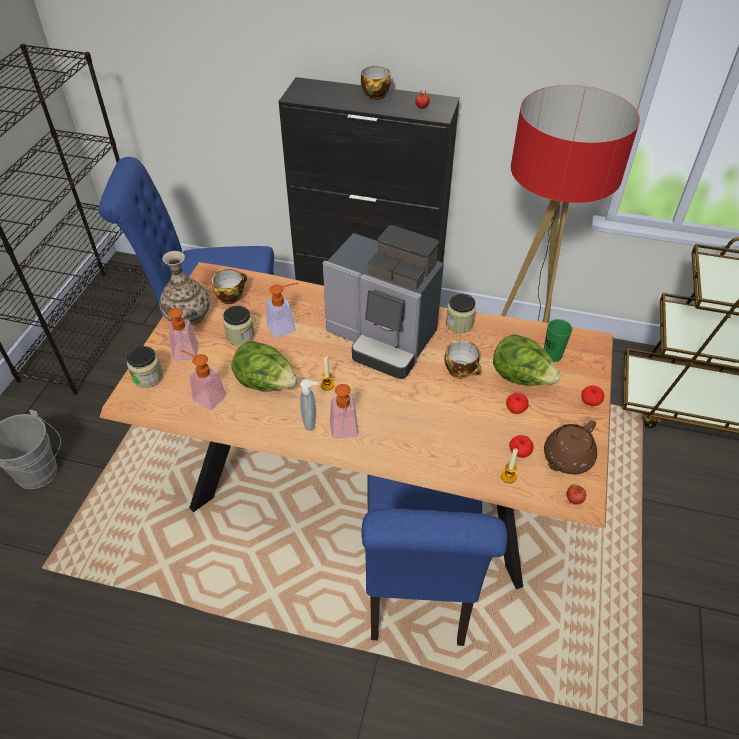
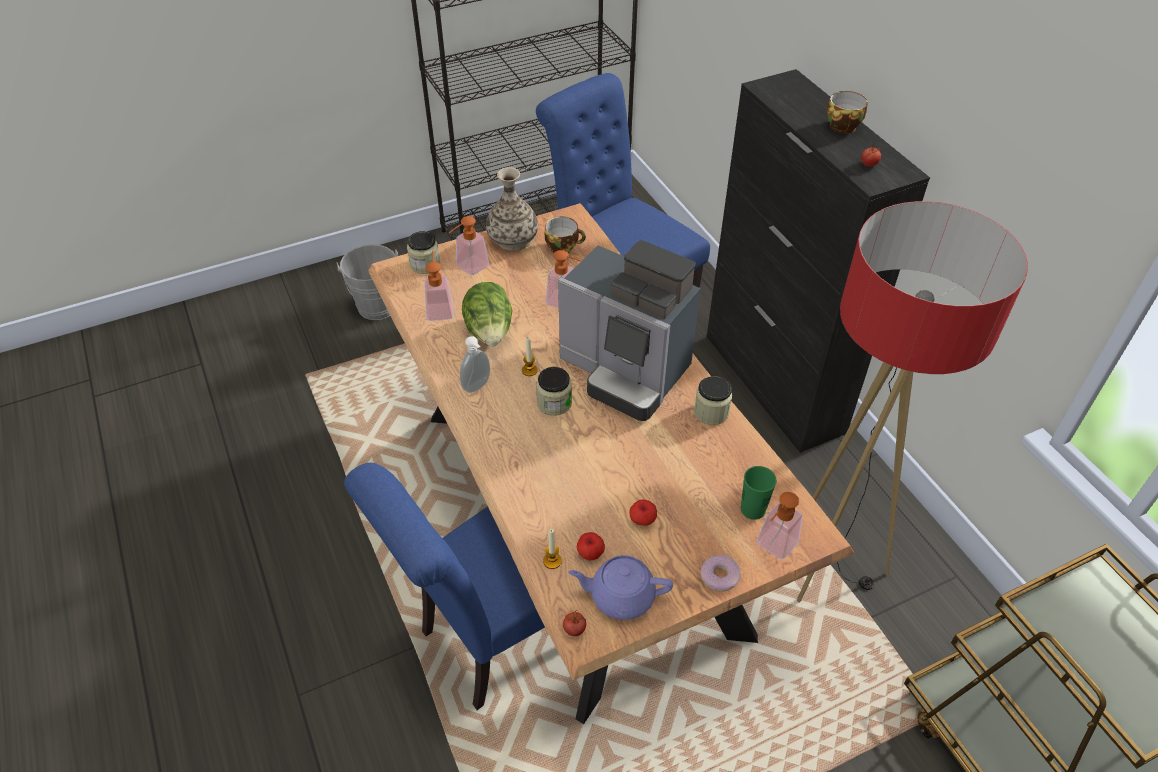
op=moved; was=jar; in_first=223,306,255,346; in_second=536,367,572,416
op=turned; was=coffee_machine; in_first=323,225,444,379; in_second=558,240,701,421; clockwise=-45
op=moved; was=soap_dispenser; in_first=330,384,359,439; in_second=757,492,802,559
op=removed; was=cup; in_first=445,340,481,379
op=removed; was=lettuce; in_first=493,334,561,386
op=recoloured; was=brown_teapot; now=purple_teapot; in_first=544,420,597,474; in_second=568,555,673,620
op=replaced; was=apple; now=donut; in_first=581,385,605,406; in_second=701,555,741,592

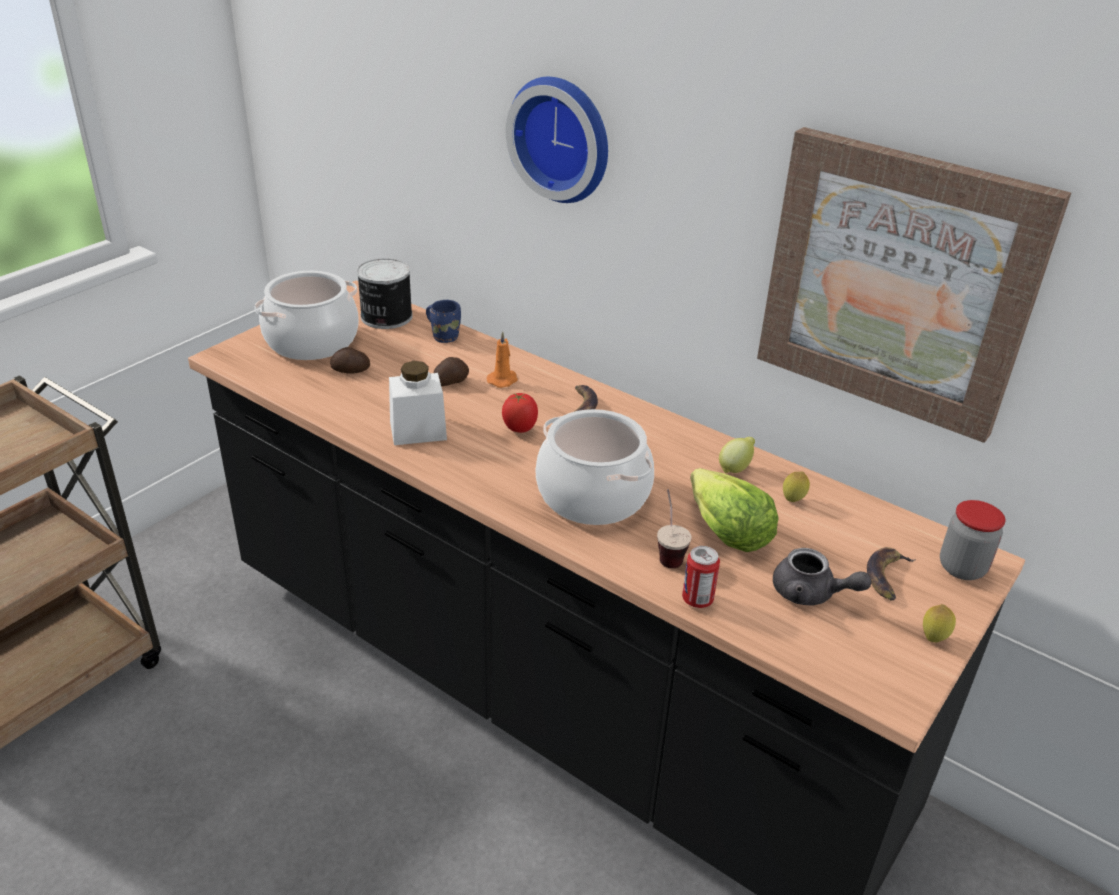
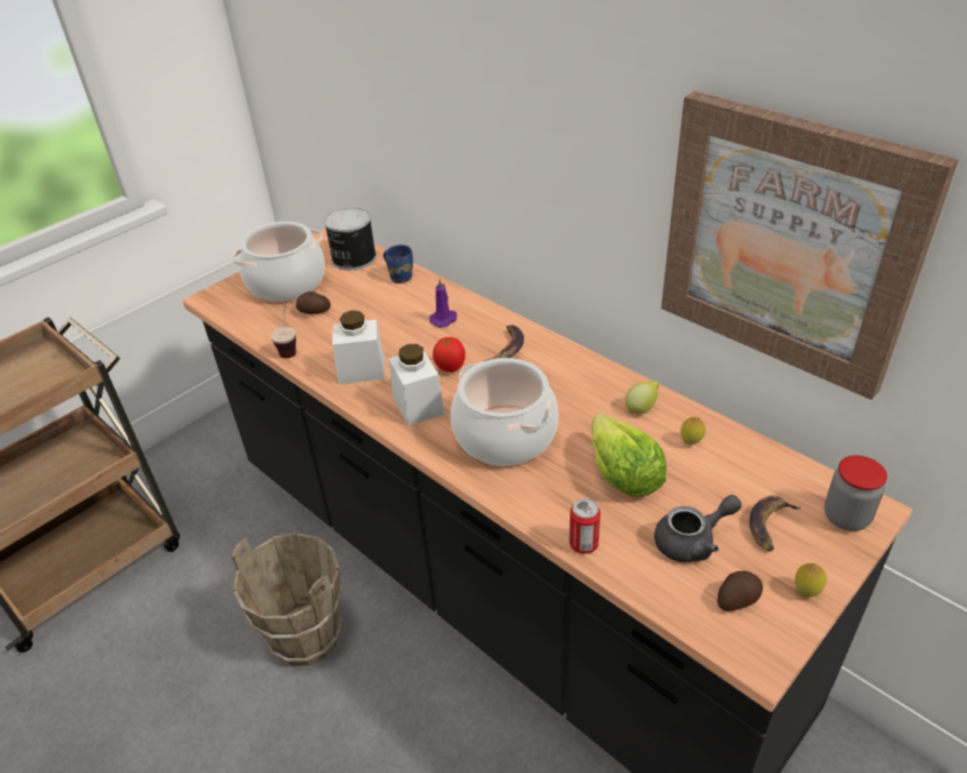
op=moved; was=potato; in_first=434,357,469,386; in_second=717,571,763,611
op=recoloured; was=orange_candle; now=purple_candle; in_first=486,331,518,388; in_second=429,278,457,327
op=removed; was=wall_clock; in_first=506,77,608,203
op=moved; was=cup; in_first=657,489,692,568; in_second=270,301,296,358
op=turned; was=grey_teapot; in_first=773,548,871,606; in_second=654,495,742,562; clockwise=-60
op=added; now=brown_bucket; in_second=232,532,343,666
op=added; now=white_jar; in_second=389,344,445,426

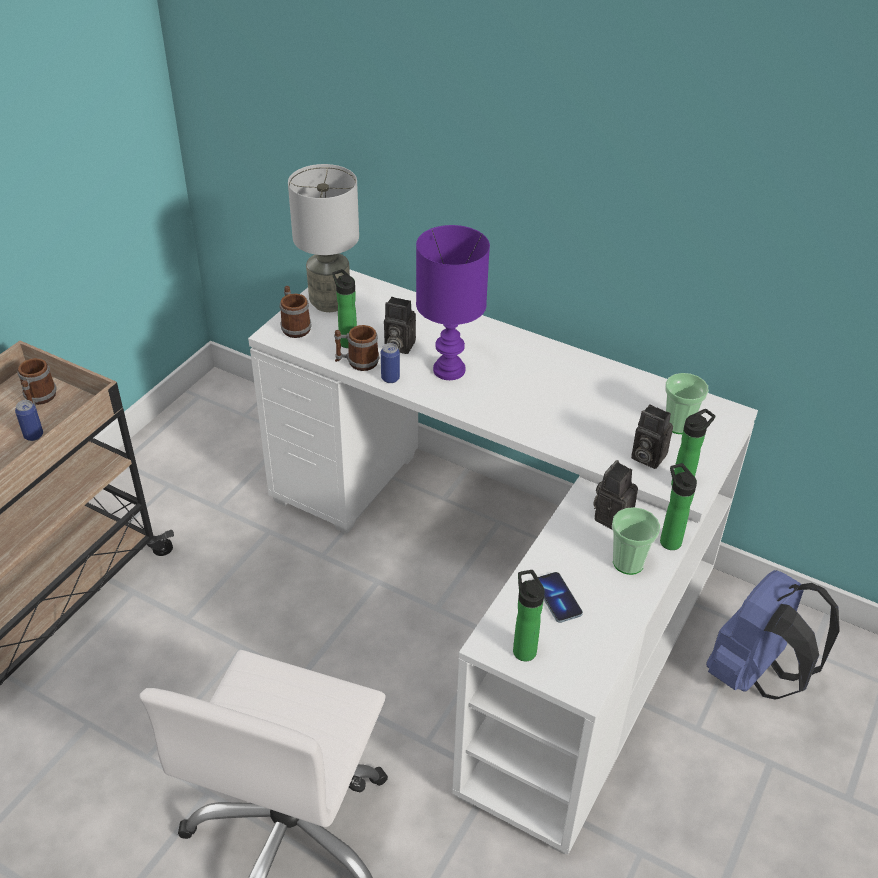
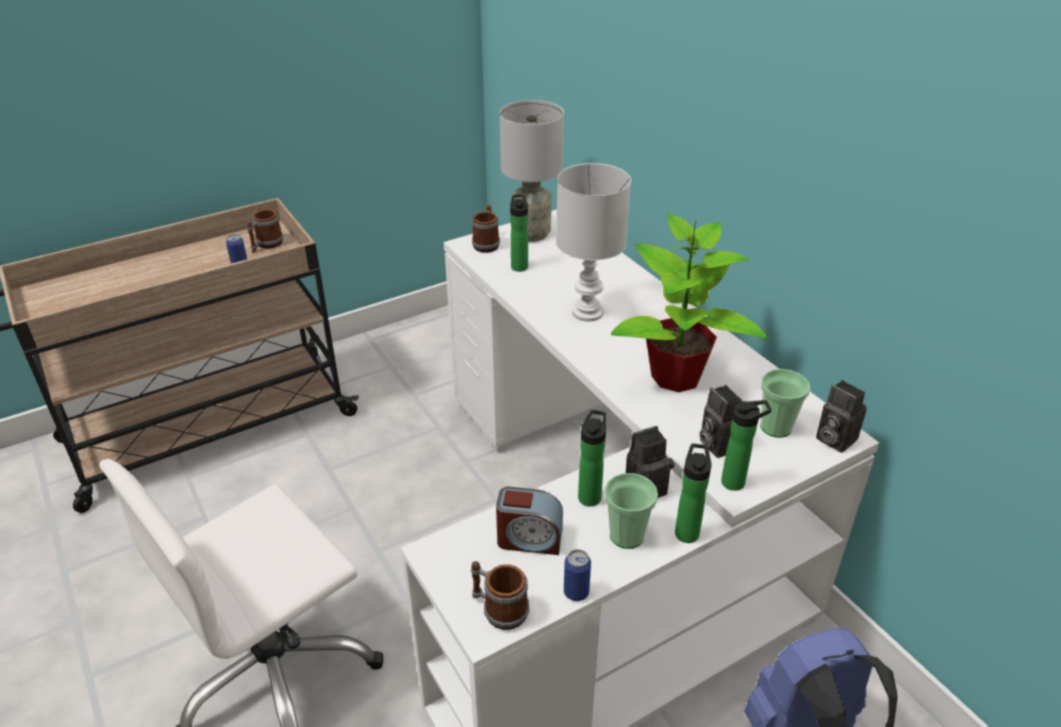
op=moved; was=mug; in_first=334,325,380,371; in_second=471,561,529,630
op=moved; was=can; in_first=381,343,400,383; in_second=564,549,591,601
op=moved; was=photo_camera; in_first=384,297,416,354; in_second=816,380,867,453
op=recoloured; was=purple_table_lamp; now=white_table_lamp; in_first=416,225,490,380; in_second=556,163,631,322
op=moved; was=bottle; in_first=513,570,545,661; in_second=578,410,606,506
op=replaced; was=phone; now=alarm_clock; in_first=538,572,583,623; in_second=496,487,563,555
op=added; now=potted_plant; in_second=611,214,768,392

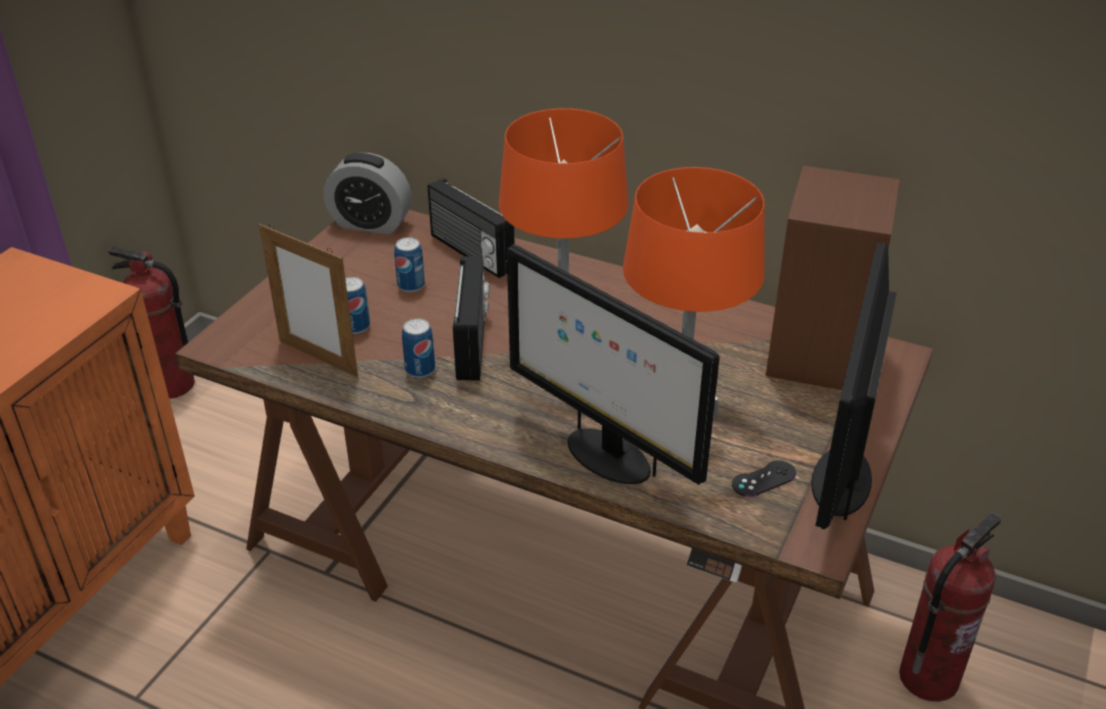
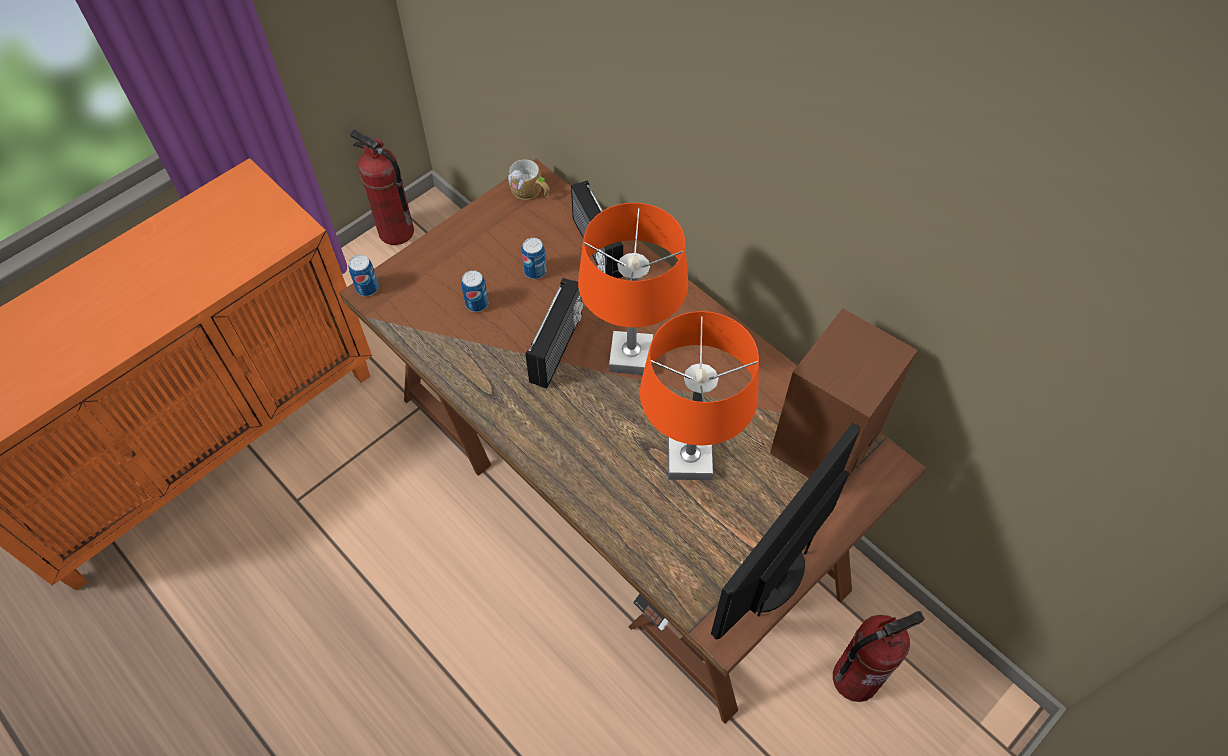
op=removed; was=picture_frame; in_first=259,224,358,377
op=replaced; was=alarm_clock; now=mug; in_first=324,153,412,234; in_second=508,159,550,200
op=moved; was=can; in_first=402,319,435,378; in_second=349,255,379,296
op=removed; was=monitor; in_first=507,244,720,485
op=removed; was=black_game_controller; in_first=732,460,796,497

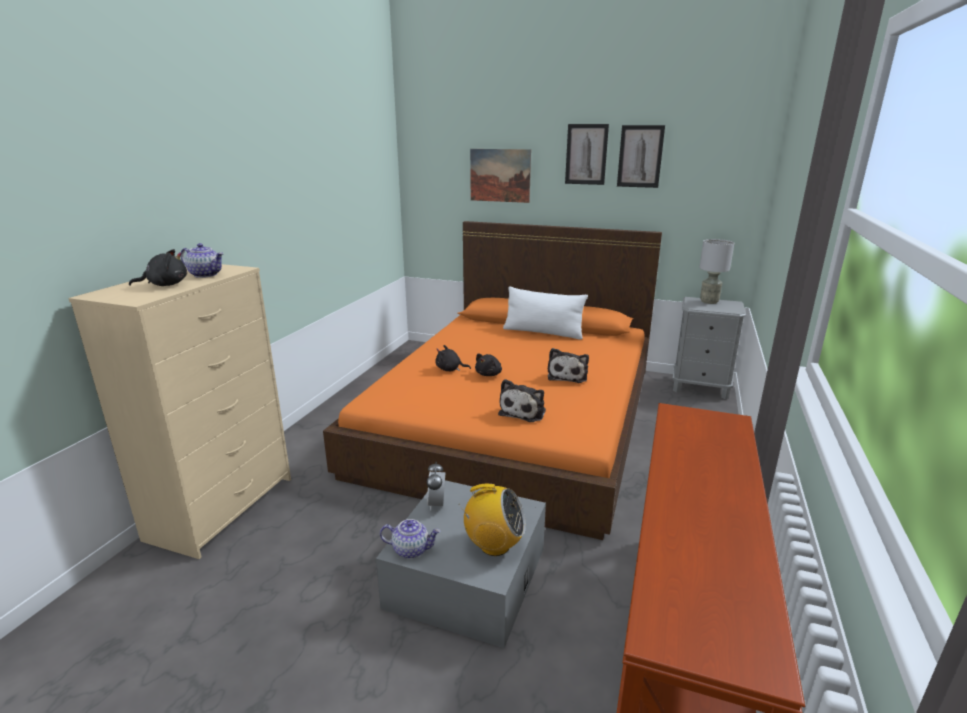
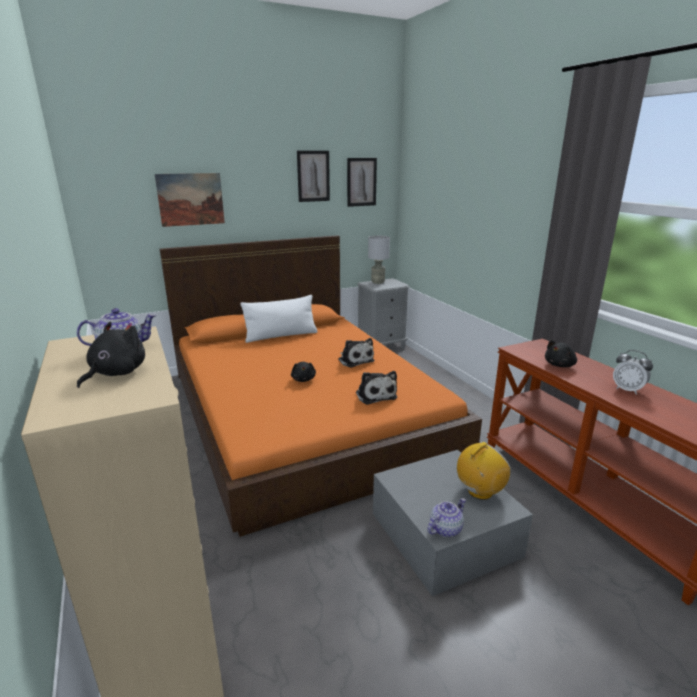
op=moved; was=alarm_clock; in_first=427,462,445,511; in_second=613,350,653,395
op=moved; was=black_plush_toy; in_first=435,345,471,371; in_second=545,340,577,367
op=moved; was=picture; in_first=565,124,609,185; in_second=347,158,377,207

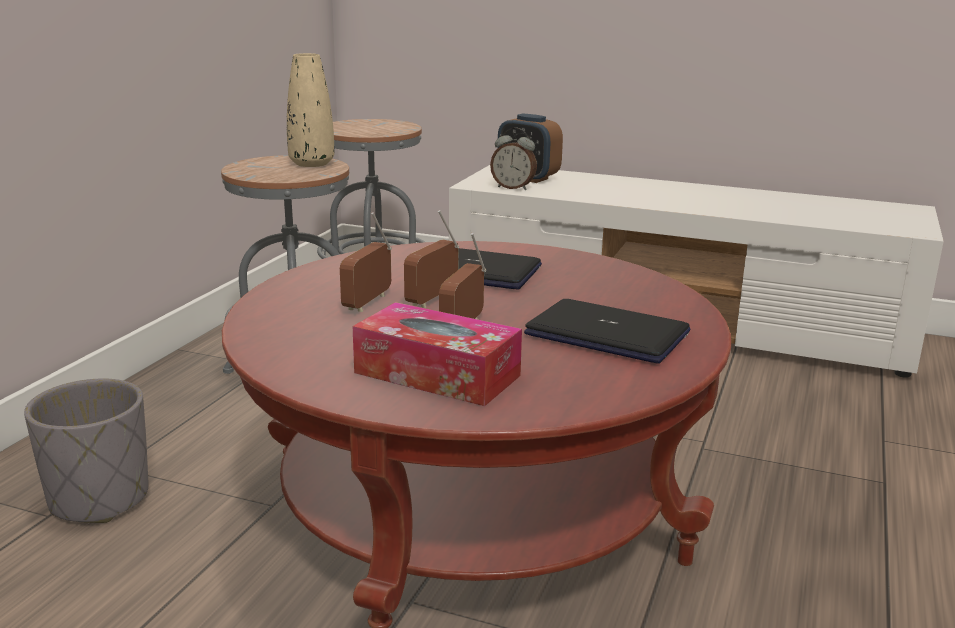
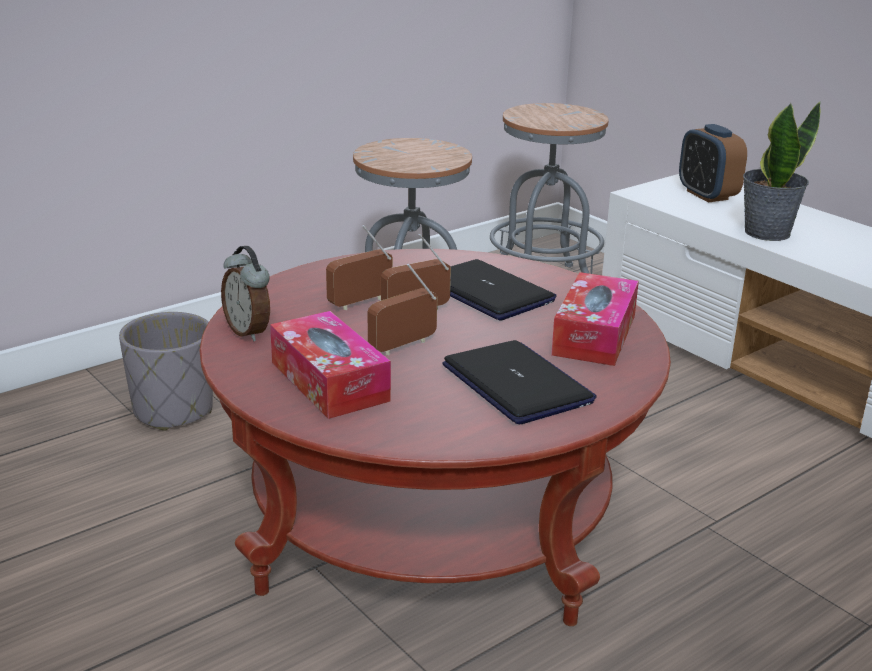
op=removed; was=beige_vase; in_first=287,53,334,167
op=moved; was=alarm_clock; in_first=490,127,537,190; in_second=221,246,270,342
op=added; now=tissue_box; in_second=551,272,639,366
op=added; now=potted_plant; in_second=743,101,821,241

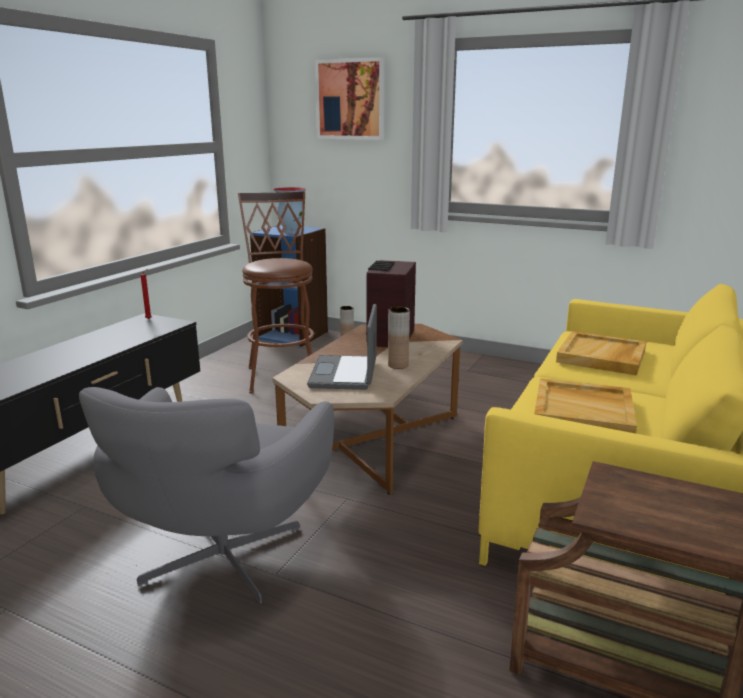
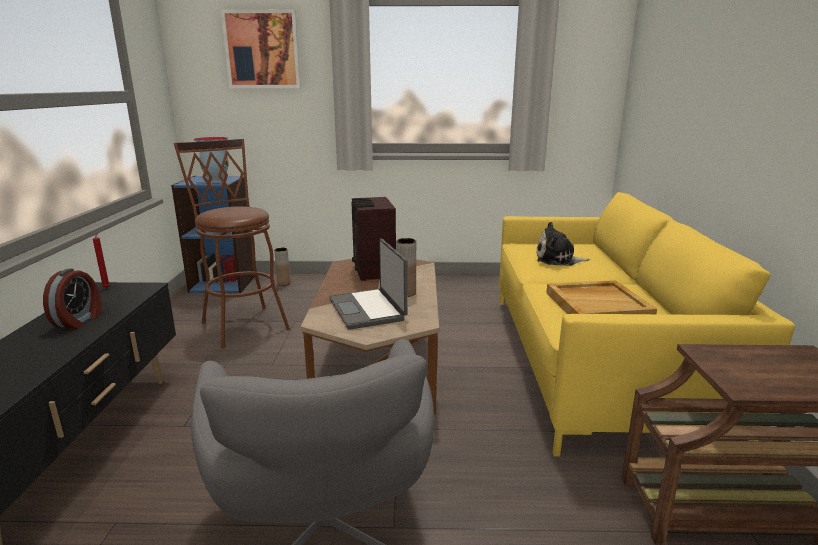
op=replaced; was=beige_tray; now=plush_toy; in_first=556,331,646,376; in_second=536,222,590,266
op=added; now=alarm_clock; in_second=43,268,102,329

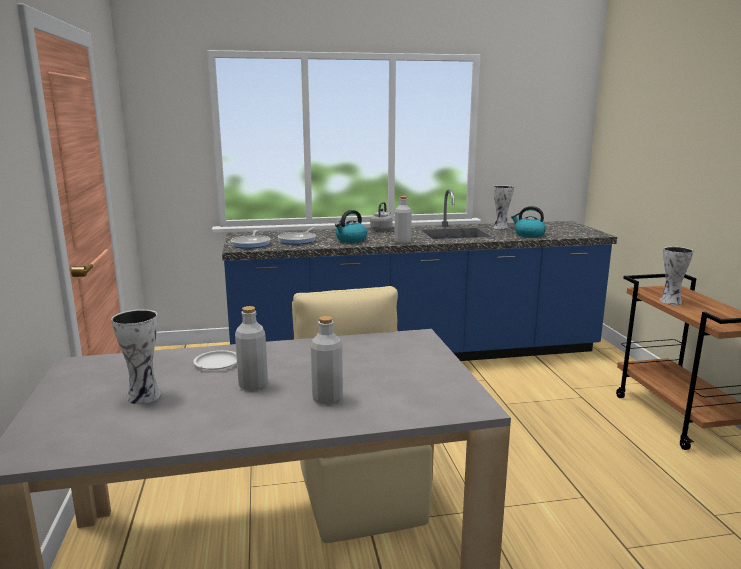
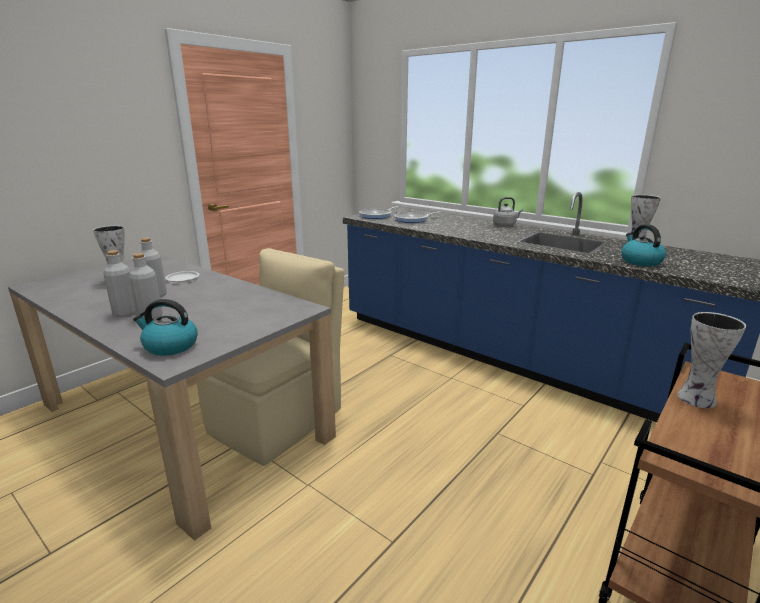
op=moved; was=kettle; in_first=335,210,367,243; in_second=133,299,198,356
op=moved; was=grey_bottle; in_first=394,196,412,244; in_second=103,250,136,317

